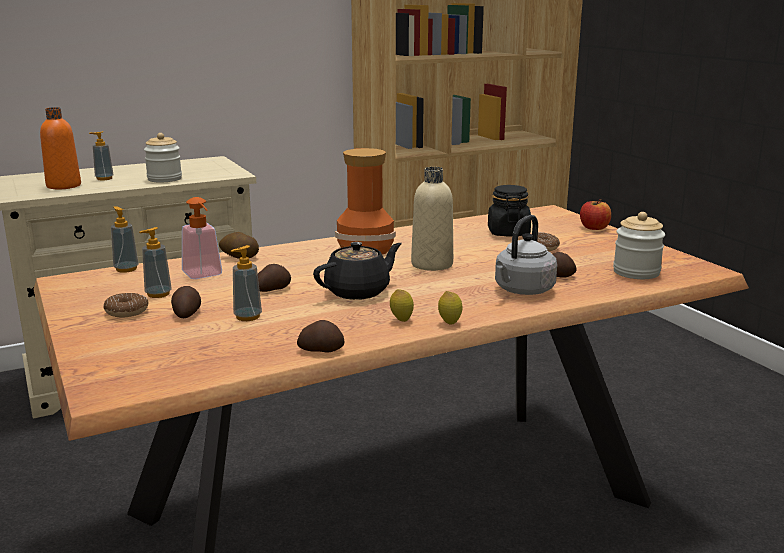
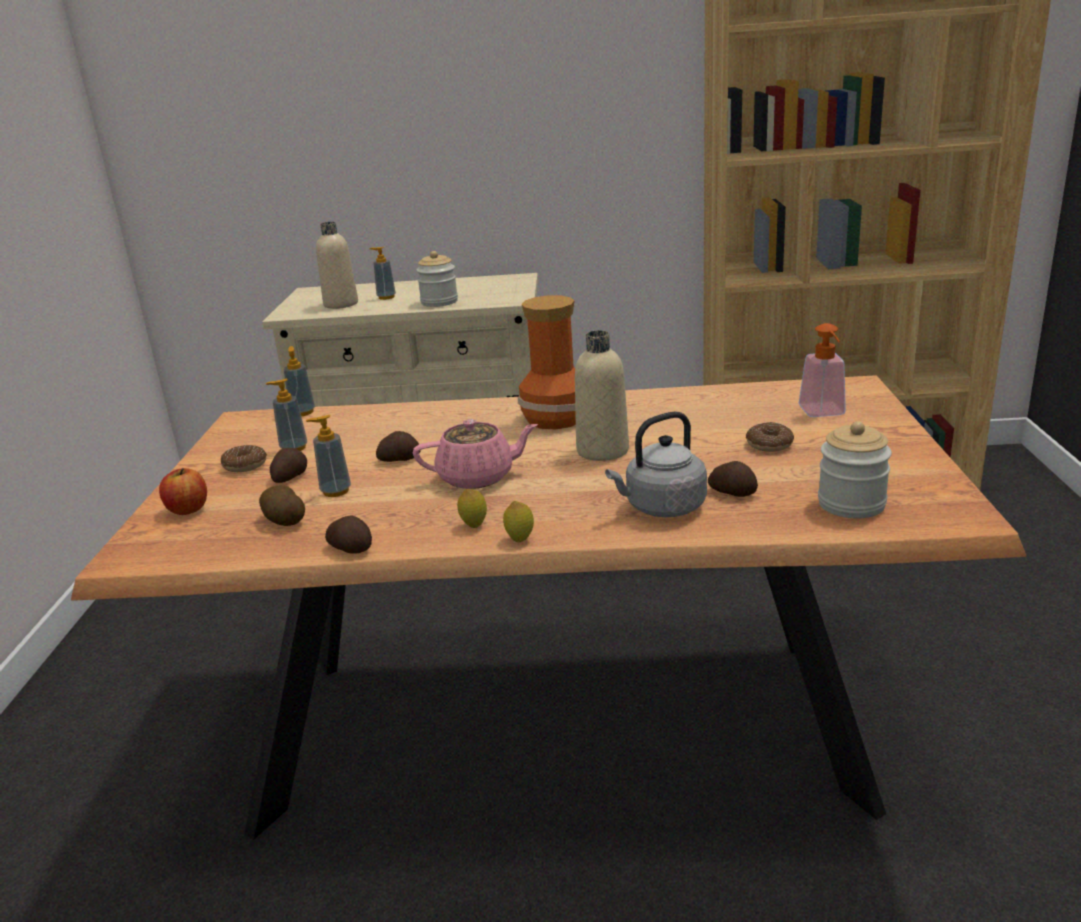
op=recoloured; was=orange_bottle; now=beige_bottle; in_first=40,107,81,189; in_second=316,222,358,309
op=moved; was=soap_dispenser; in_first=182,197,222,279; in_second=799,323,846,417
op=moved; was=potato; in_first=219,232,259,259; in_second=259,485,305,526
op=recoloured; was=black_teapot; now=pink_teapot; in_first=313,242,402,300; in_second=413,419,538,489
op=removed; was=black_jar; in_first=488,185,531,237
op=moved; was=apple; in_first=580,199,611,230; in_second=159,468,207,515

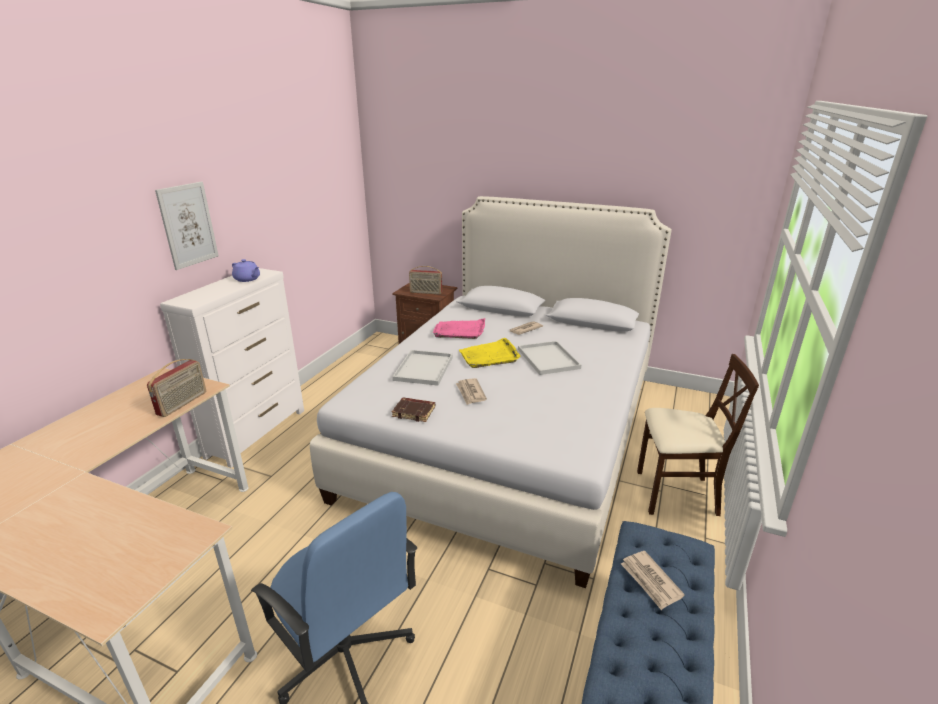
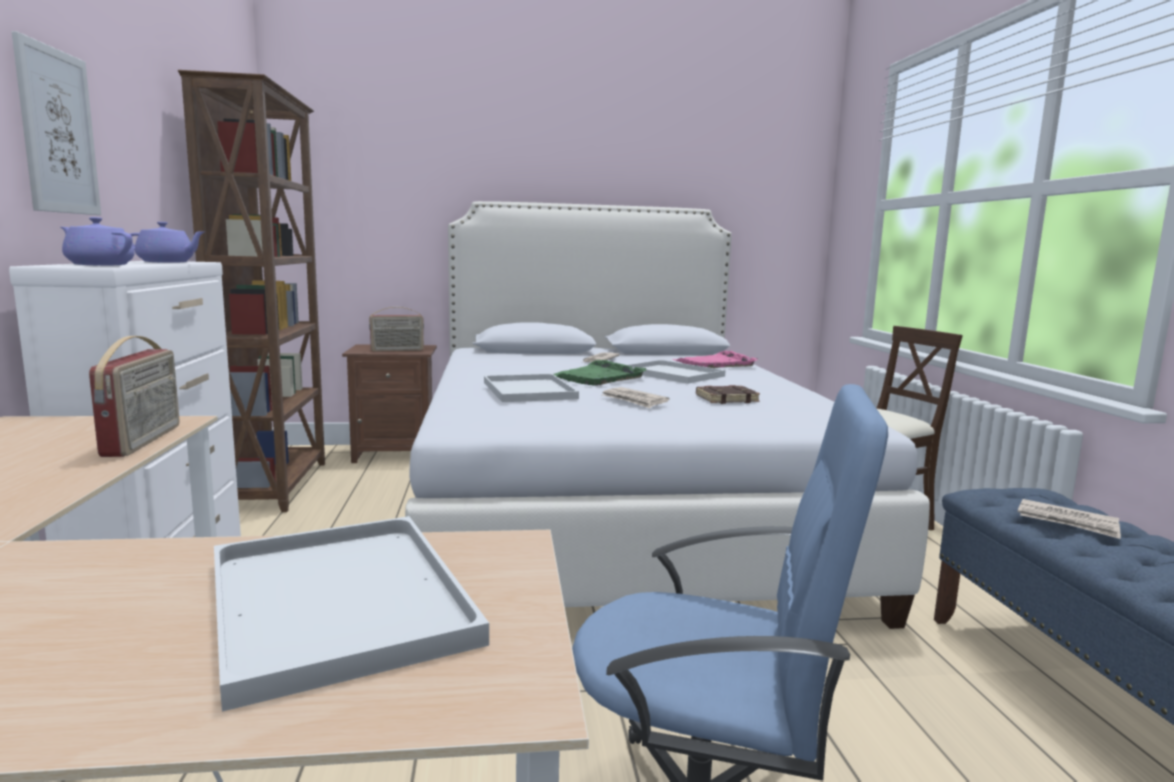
op=moved; was=brown_book; in_first=392,397,435,422; in_second=696,385,760,404
op=moved; was=pink_tray; in_first=433,318,485,339; in_second=673,351,758,368
op=recoloured; was=yellow_tray; now=green_tray; in_first=459,338,521,368; in_second=553,360,647,386
op=added; now=purple_teapot; in_second=61,217,135,265
op=added; now=brown_bookcase; in_second=178,70,325,512
op=added; now=white_tray; in_second=214,516,489,712

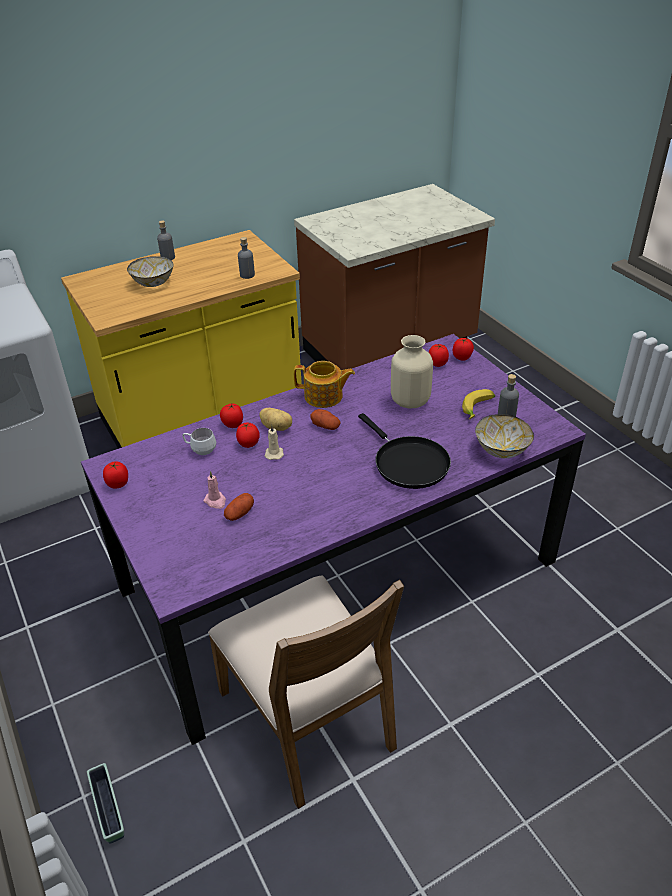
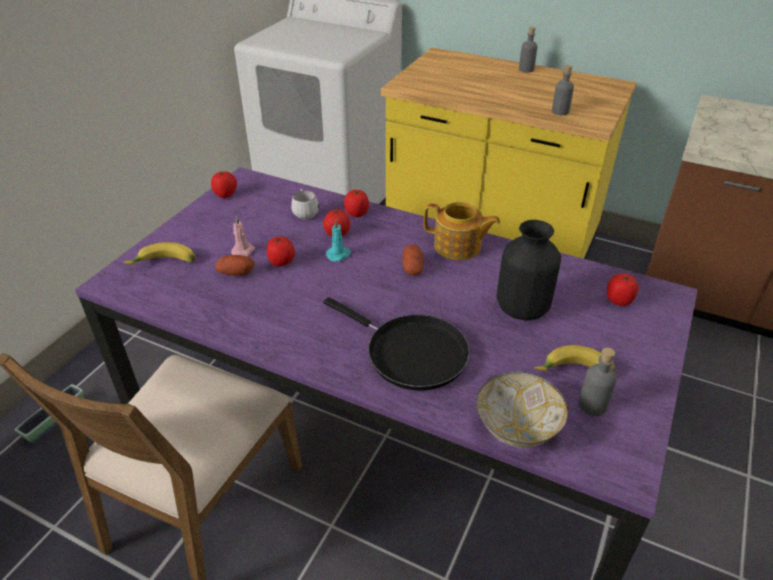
op=removed; was=bowl; in_first=127,256,173,287
op=removed; was=potato; in_first=259,408,292,431
op=recoloured; was=beige_candle; now=turquoise_candle; in_first=265,425,284,460; in_second=326,220,351,262
op=turned; was=teapot; in_first=294,361,355,408; in_second=424,202,500,260; clockwise=-45
op=turned; was=black_frying_pan; in_first=358,413,451,489; in_second=323,297,470,391; clockwise=-75
op=recoloured; was=beige_vase; now=black_vase; in_first=391,335,433,409; in_second=497,220,561,321
op=moved; was=tomato; in_first=453,338,474,361; in_second=267,237,295,267
op=added; now=banana; in_second=124,242,195,264

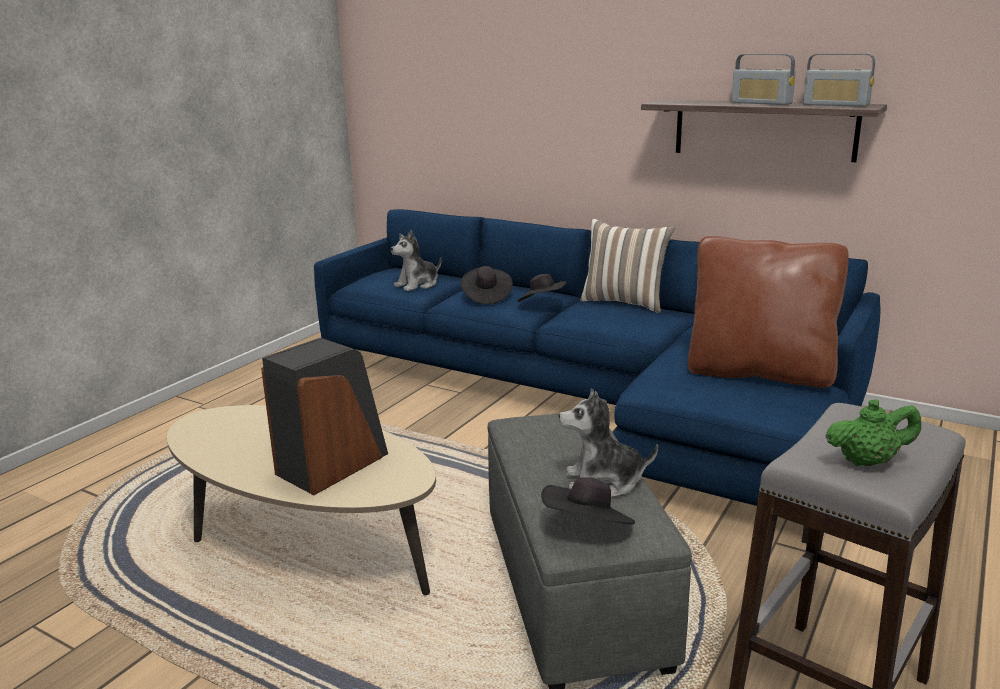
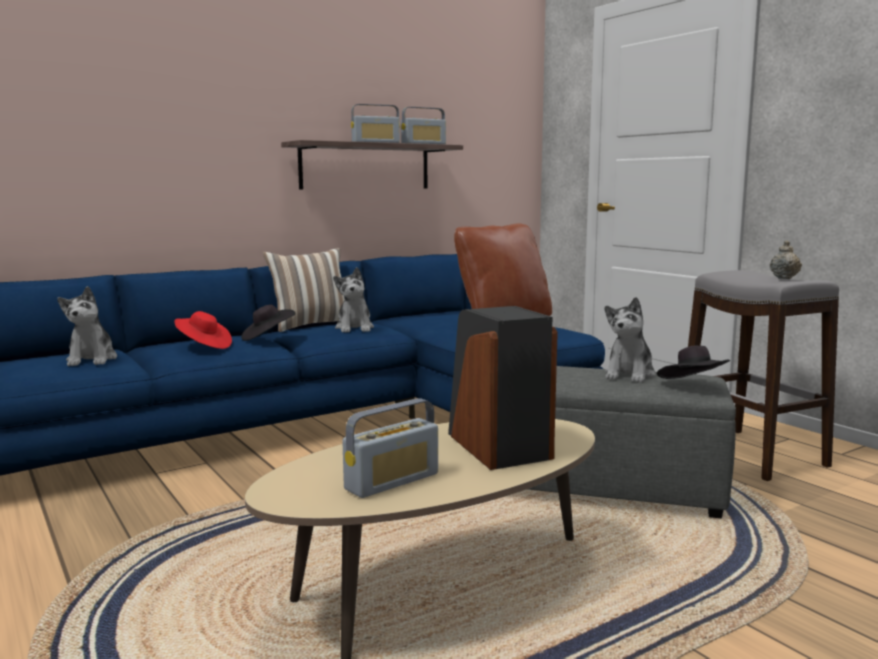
op=recoloured; was=black_hat; now=red_hat; in_first=461,266,513,304; in_second=174,311,232,349
op=recoloured; was=green_teapot; now=beige_teapot; in_first=825,399,921,466; in_second=770,241,802,279
op=added; now=plush_toy; in_second=333,267,374,333
op=added; now=radio; in_second=342,398,438,498

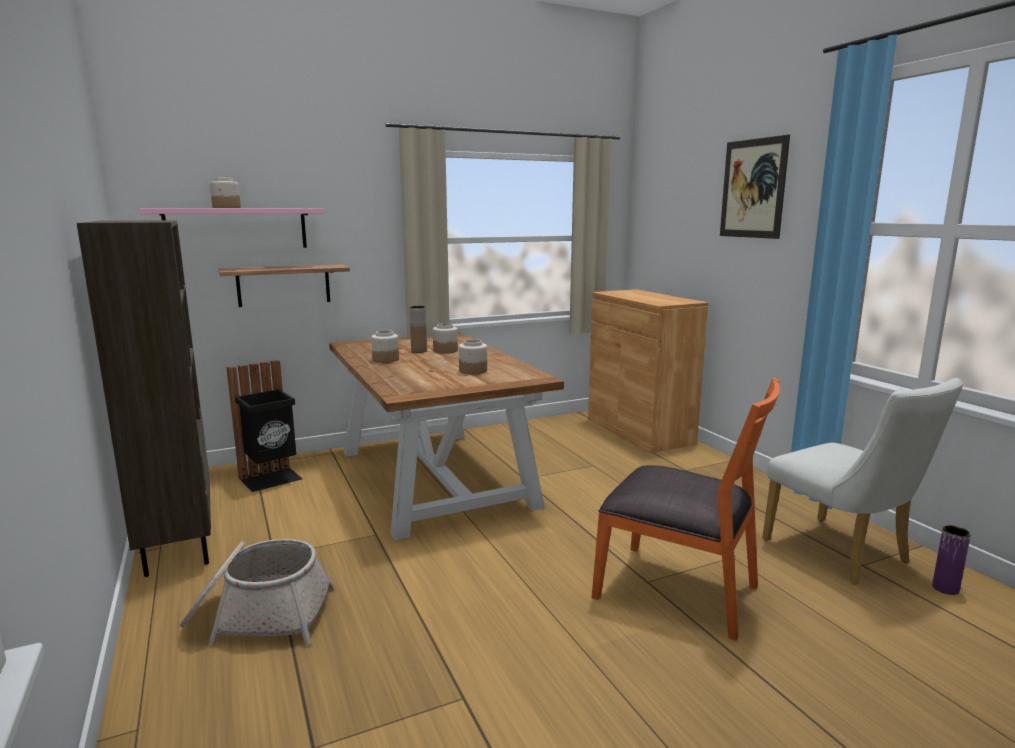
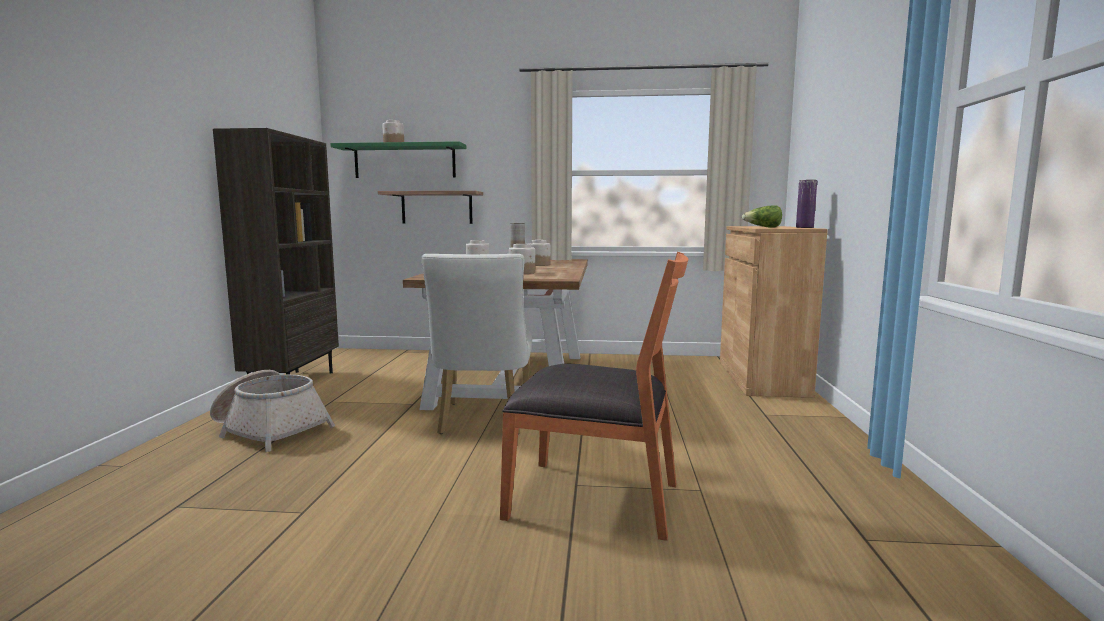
op=recoloured; was=pink_shelf; now=green_shelf; in_first=139,208,324,248; in_second=330,141,467,178
op=removed; was=black_trash_can; in_first=226,360,302,492
op=turned; was=orange_chair; in_first=592,378,780,641; in_second=500,252,688,541; clockwise=-45
op=removed; was=picture; in_first=720,135,790,239
op=moved; was=white_chair; in_first=762,378,963,585; in_second=422,254,532,434
op=moved; was=purple_vase; in_first=932,525,971,595; in_second=796,180,817,228
op=added; now=lettuce; in_second=742,206,782,228

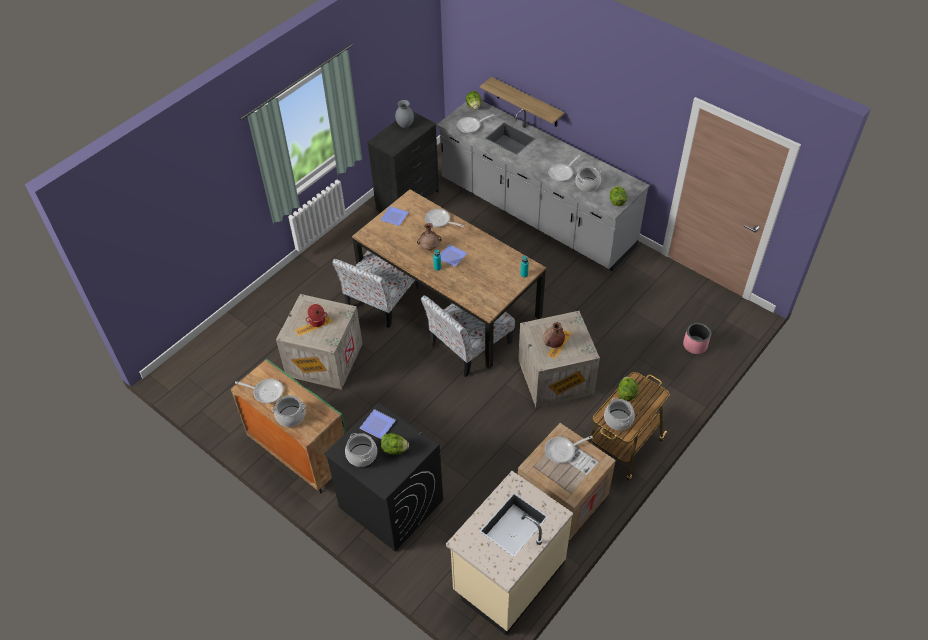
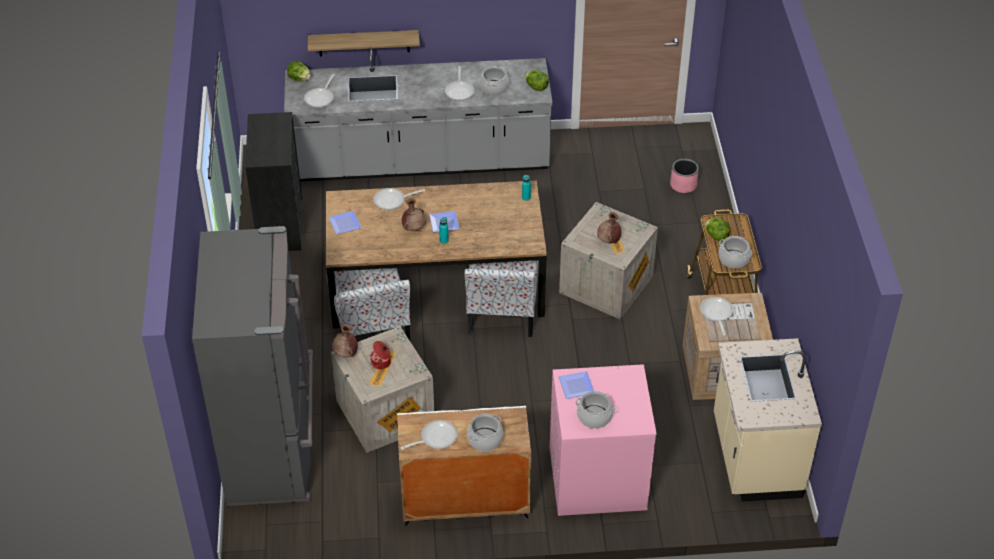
op=recoloured; was=green_cabinet; now=white_cabinet; in_first=231,359,346,493; in_second=397,406,531,526
op=recoloured; was=black_washing_machine; now=pink_washing_machine; in_first=324,402,443,551; in_second=550,364,657,516
op=removed; was=lettuce; in_first=381,433,409,455
op=removed; was=grey_vase; in_first=395,100,414,128
op=turned; was=frying_pan; in_first=545,436,593,463; in_second=700,297,733,336; clockwise=150
op=added; now=grey_fridge; in_second=192,226,313,506
op=added; now=brown_vase; in_second=332,324,358,357

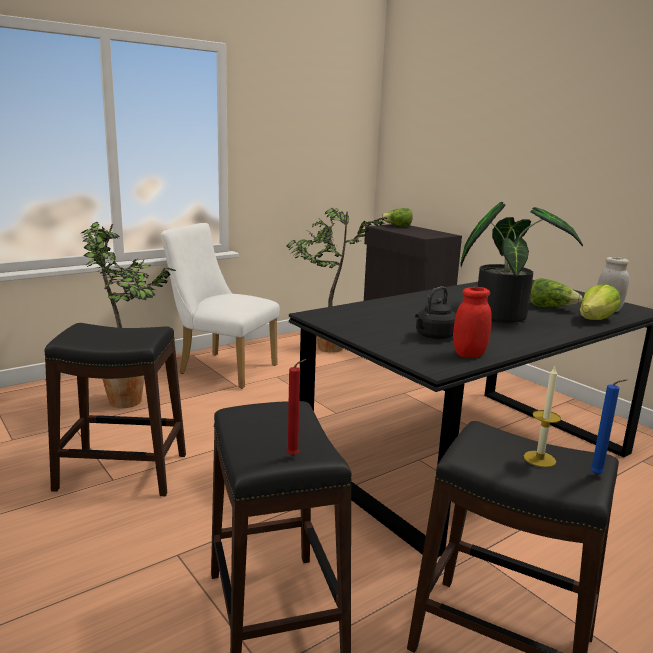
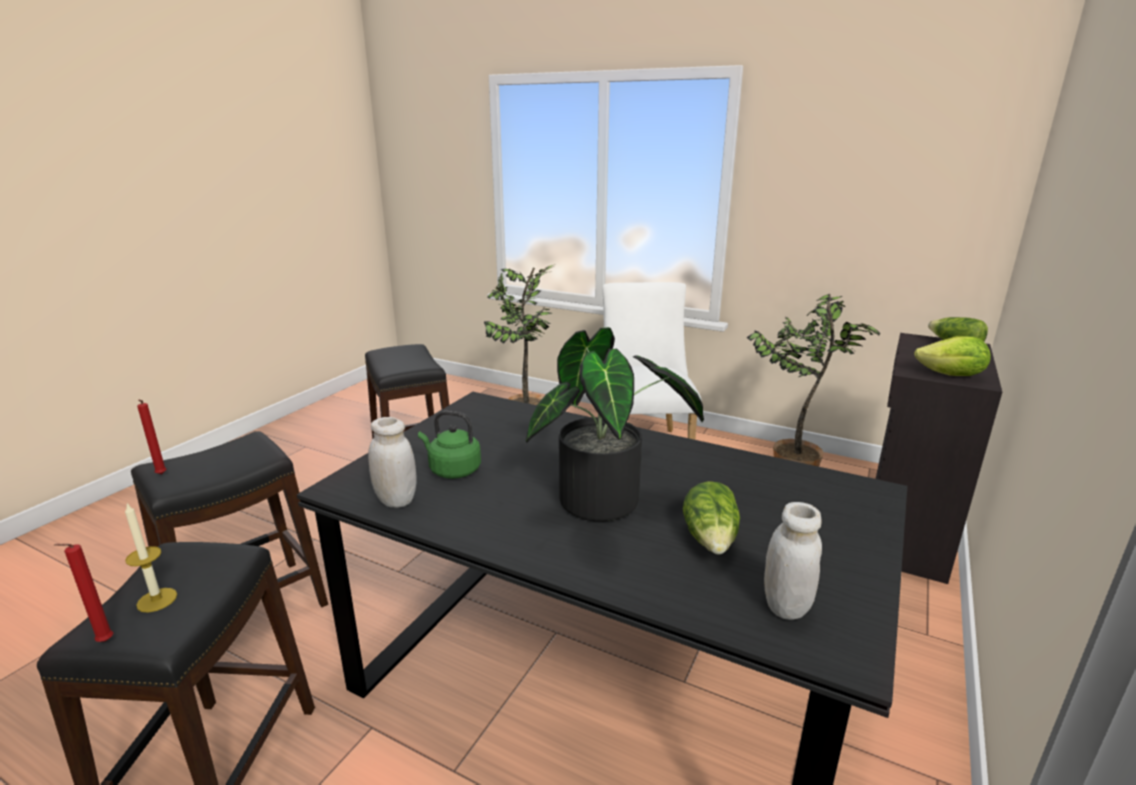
op=recoloured; was=black_kettle; now=green_kettle; in_first=415,286,456,339; in_second=418,411,481,479
op=recoloured; was=red_jar; now=white_jar; in_first=453,287,492,357; in_second=368,417,417,508
op=moved; was=lettuce; in_first=580,284,621,320; in_second=914,336,991,376
op=recoloured; was=blue_candle; now=red_candle; in_first=590,379,627,475; in_second=54,544,113,642

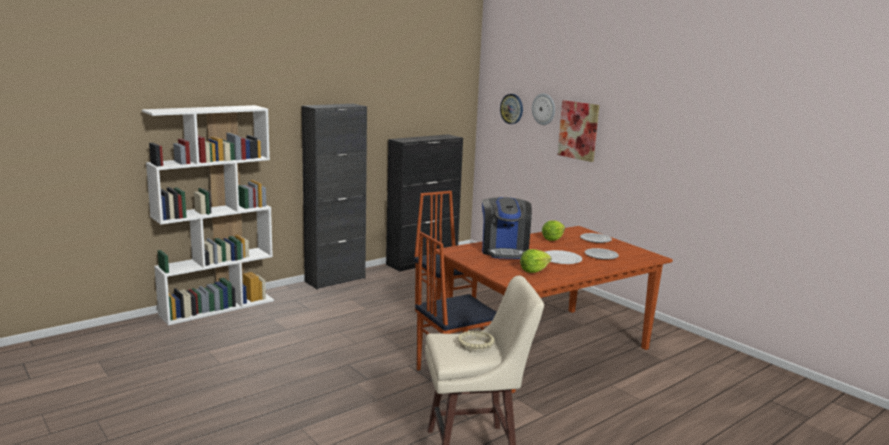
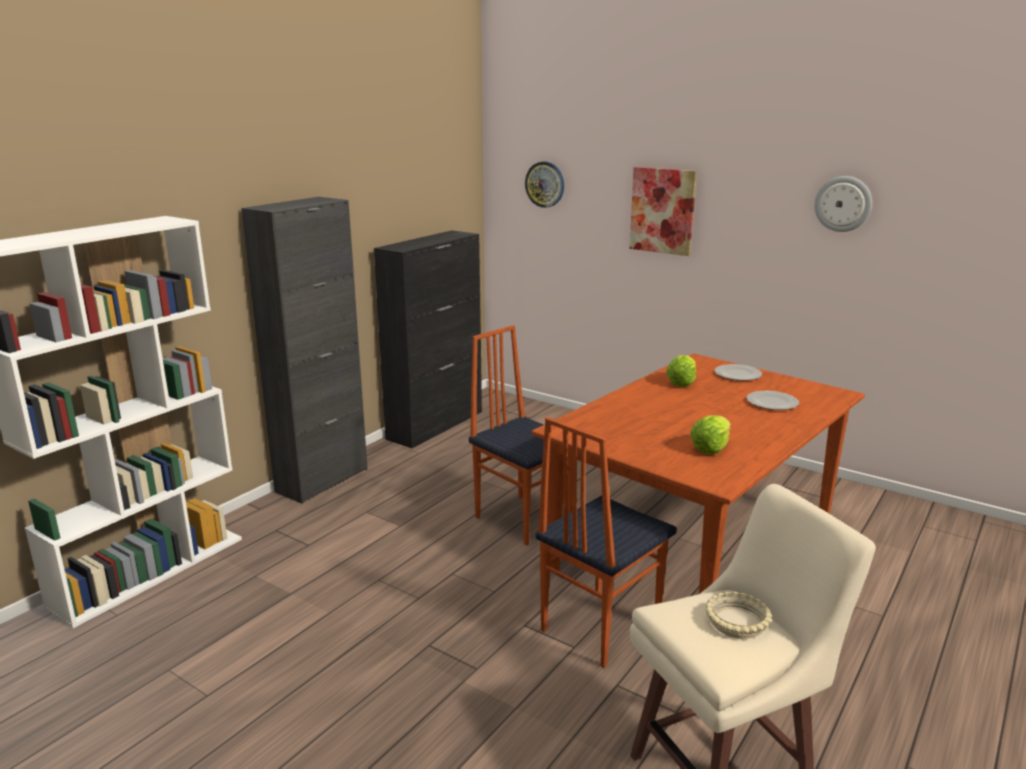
op=removed; was=coffee_machine; in_first=482,197,532,259
op=moved; was=wall_clock; in_first=532,93,555,125; in_second=814,176,872,232
op=removed; was=white_plate; in_first=545,250,582,264

